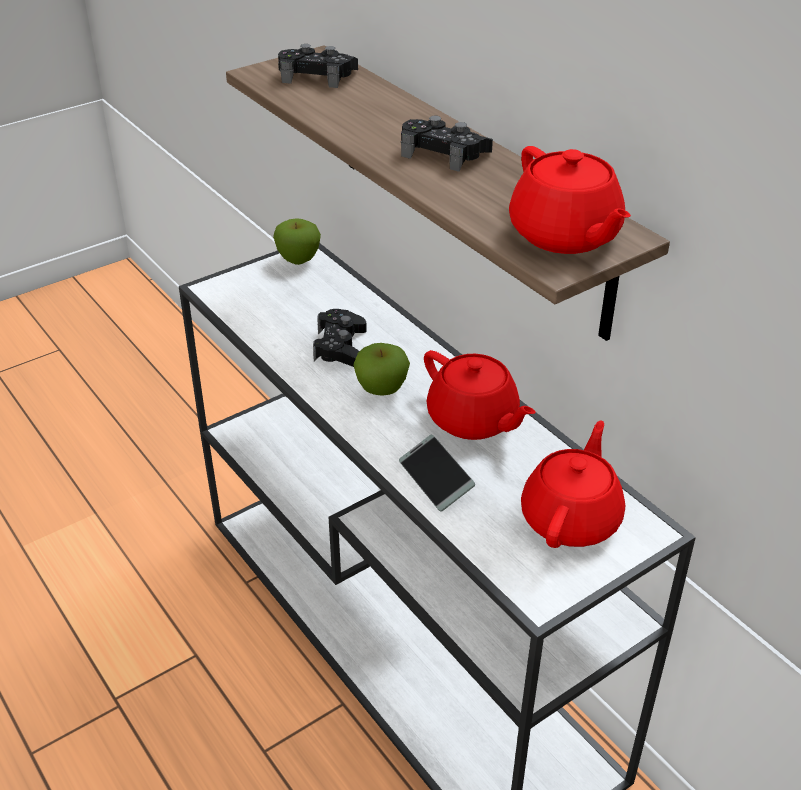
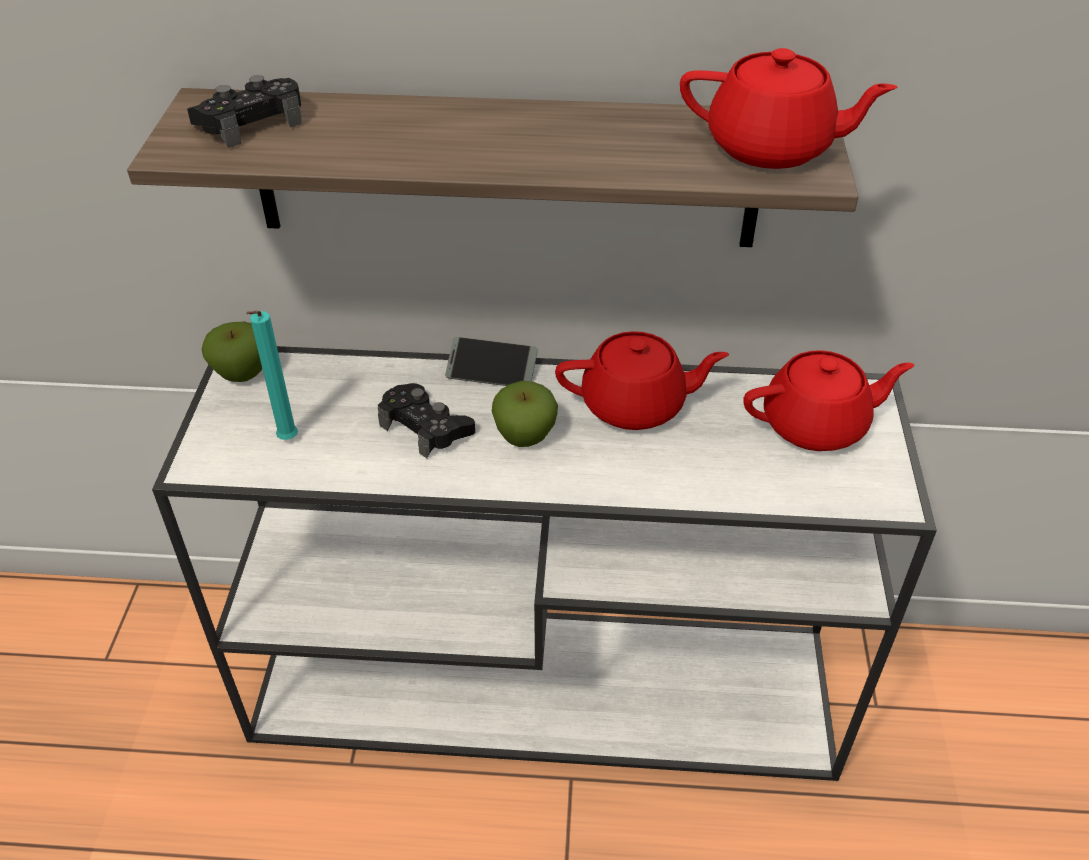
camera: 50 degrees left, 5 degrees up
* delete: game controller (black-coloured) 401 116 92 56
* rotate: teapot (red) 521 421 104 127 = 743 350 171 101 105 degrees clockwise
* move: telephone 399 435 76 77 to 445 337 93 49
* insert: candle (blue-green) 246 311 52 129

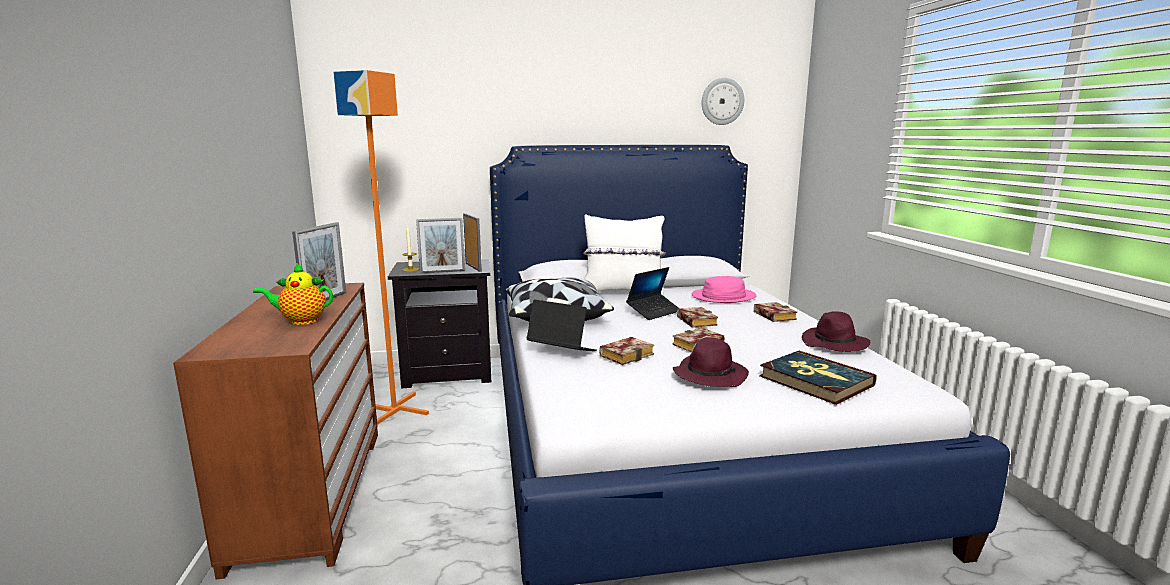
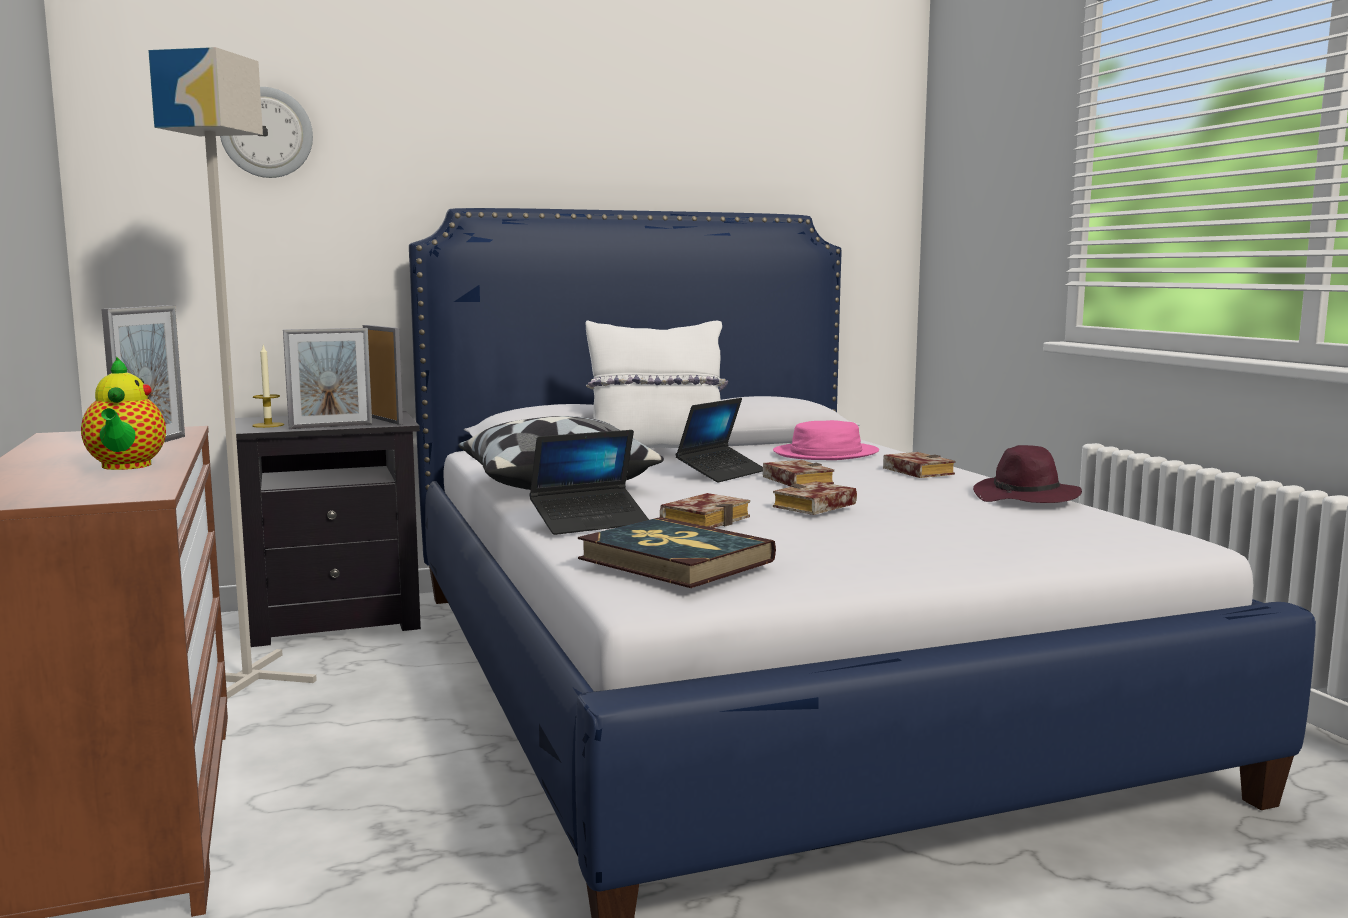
camera: 10 degrees left, 5 degrees down
* recolor: floor lamp (orange) 333 70 96 355 to floor lamp (gray) 148 47 169 652
* move: wall clock 702 78 42 47 to 220 87 93 91
* rotate: teapot 253 263 80 62 = 81 356 85 114 90 degrees counterclockwise
* rotate: portable computer 526 299 71 52 = 529 430 120 105 135 degrees clockwise
* delete: wearable hat (purple) 673 337 76 50
* move: bound book 759 351 117 54 to 578 517 198 71

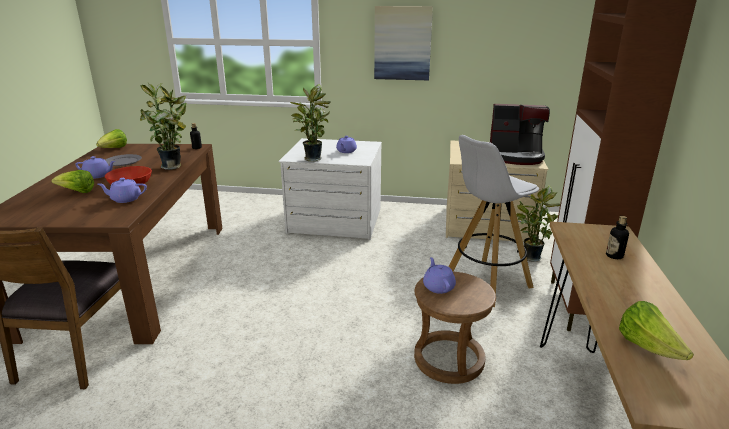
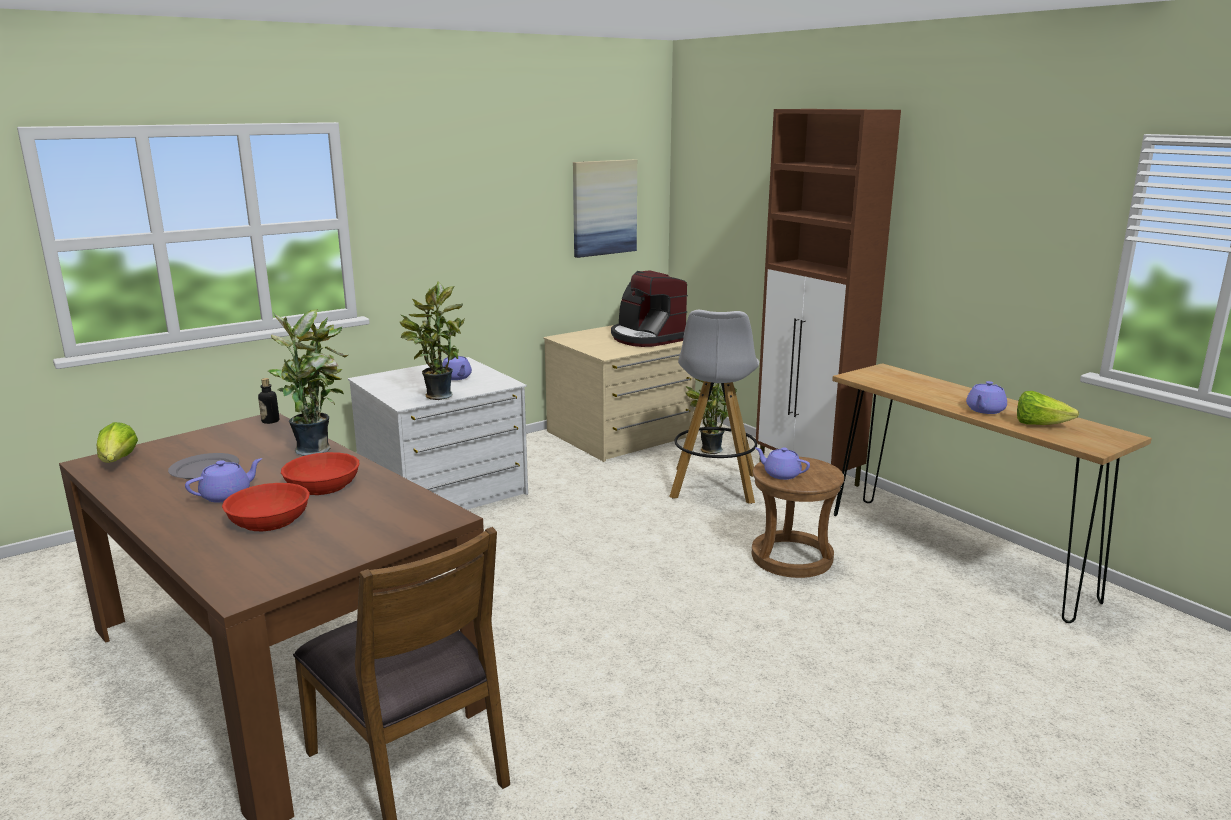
camera: 45 degrees left, 5 degrees down
* move: picture 374 6 59 74 to 573 159 64 99
* rotate: coffee maker 490 104 60 61 = 611 270 77 77 90 degrees clockwise
* replace: head of lettuce 51 170 43 23 to serving bowl (red) 222 483 88 48
* move: teapot (purple) 98 178 49 25 to 966 381 41 33
* delete: bottle 606 216 23 43

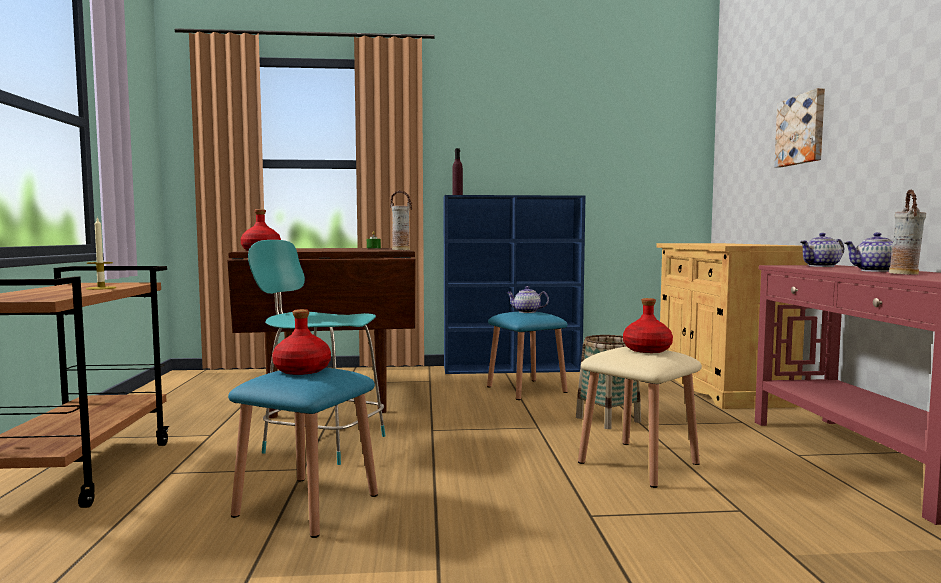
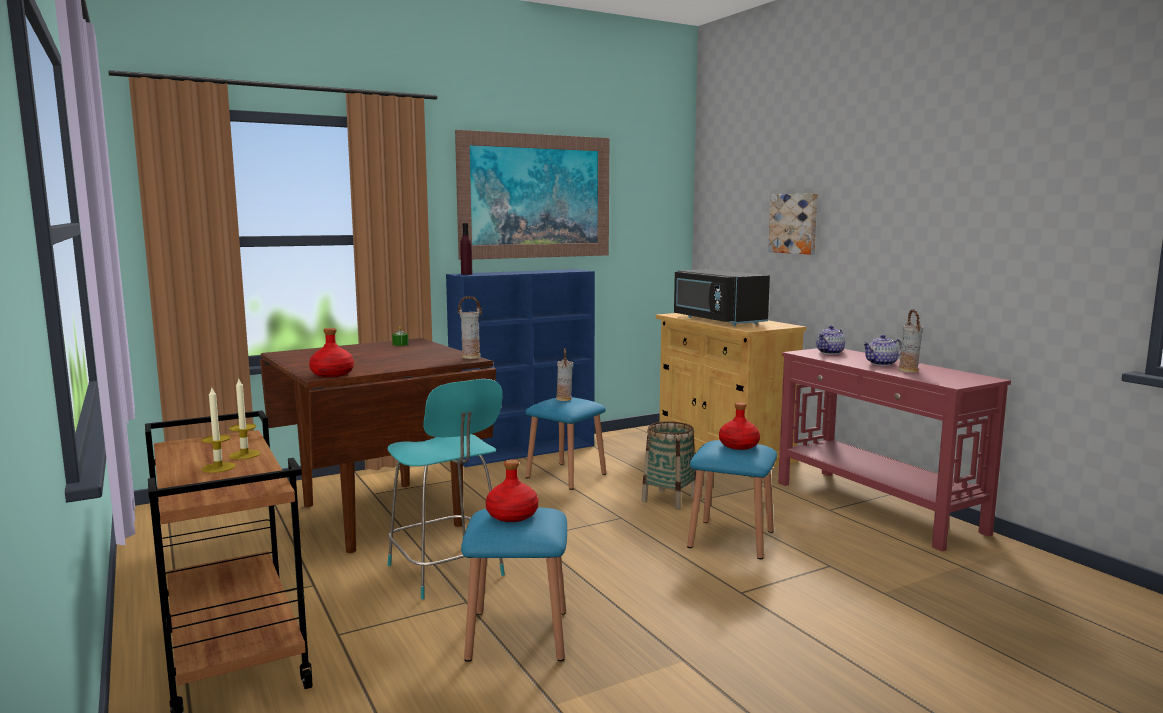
camera: 25 degrees left, 5 degrees up
* rotate: plain chair (blue-green) 248 240 137 225 = 387 379 118 220 120 degrees counterclockwise
* replace: teapot 506 286 43 27 to flower vase 556 348 17 53
* recolor: stool (sand-coloured) 578 347 124 141 to stool (blue-coloured) 687 440 90 119
* insert: picture 455 130 154 130
* insert: microwave oven (black-coloured) 674 269 96 57
* insert: candle 202 388 34 85

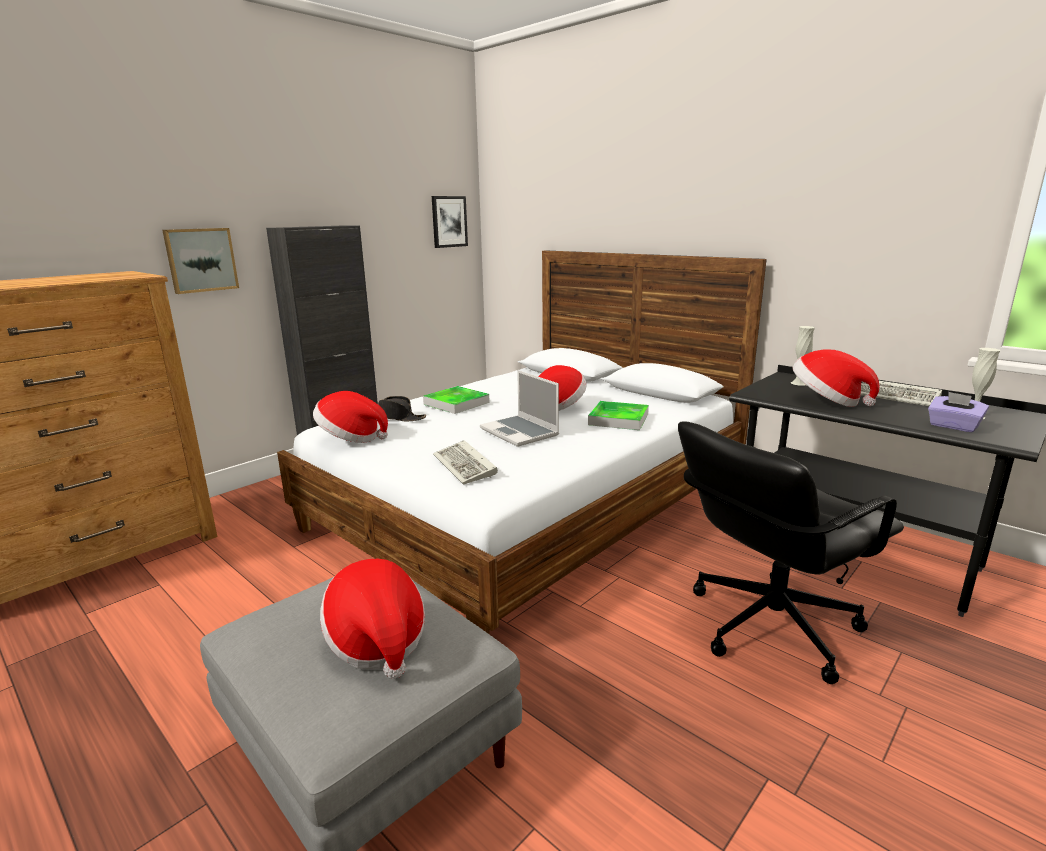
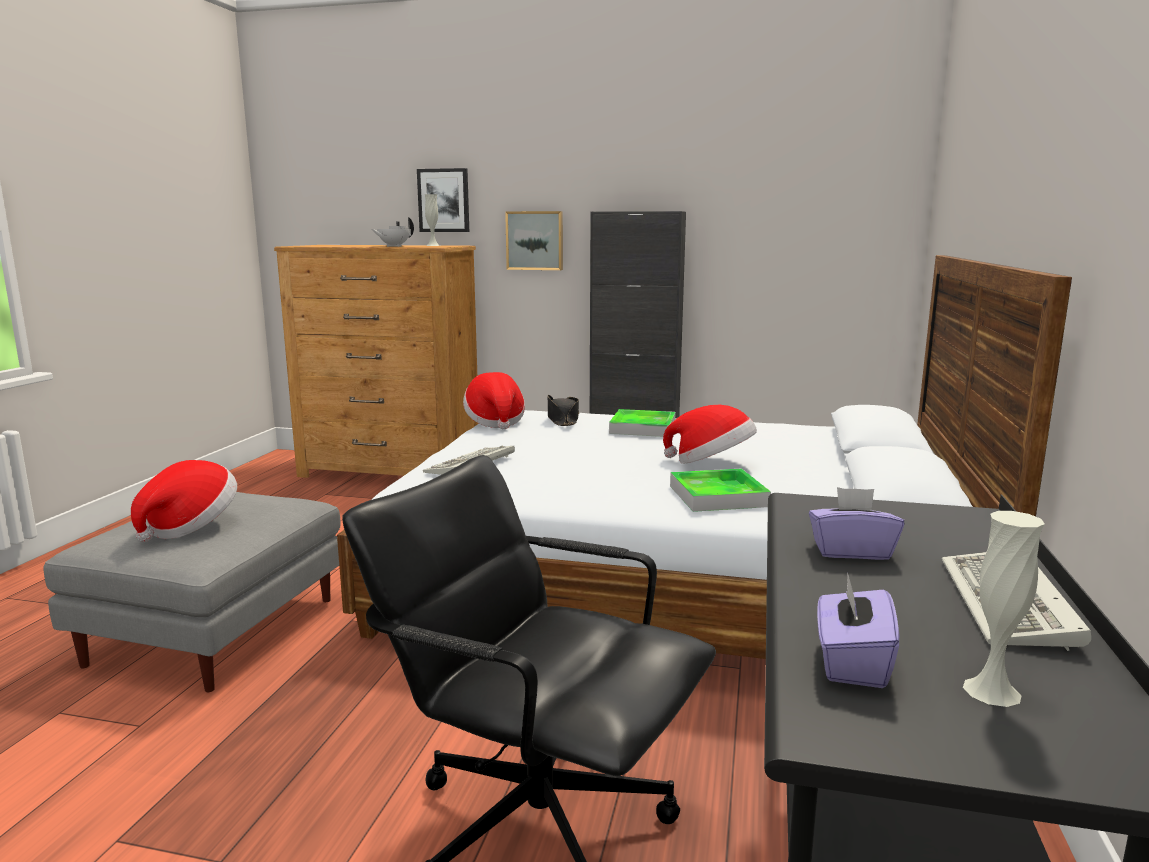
camera: 60 degrees right, 5 degrees down
* move: picture 432 196 36 52 to 417 168 52 64
* move: flower vase (whitish) 791 326 24 60 to 425 194 15 52
* replace: wearable hat 793 349 87 58 to box of tissues (purple) 809 487 95 73
* delete: portable computer 480 370 79 77
* insert: teapot (whitish) 371 217 43 30

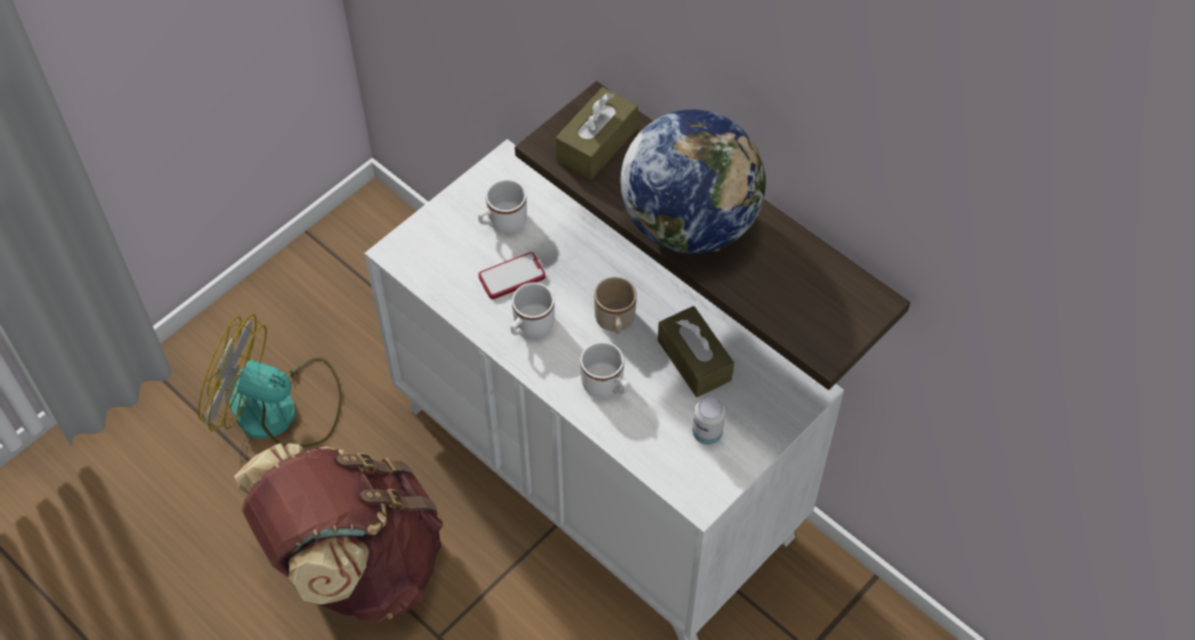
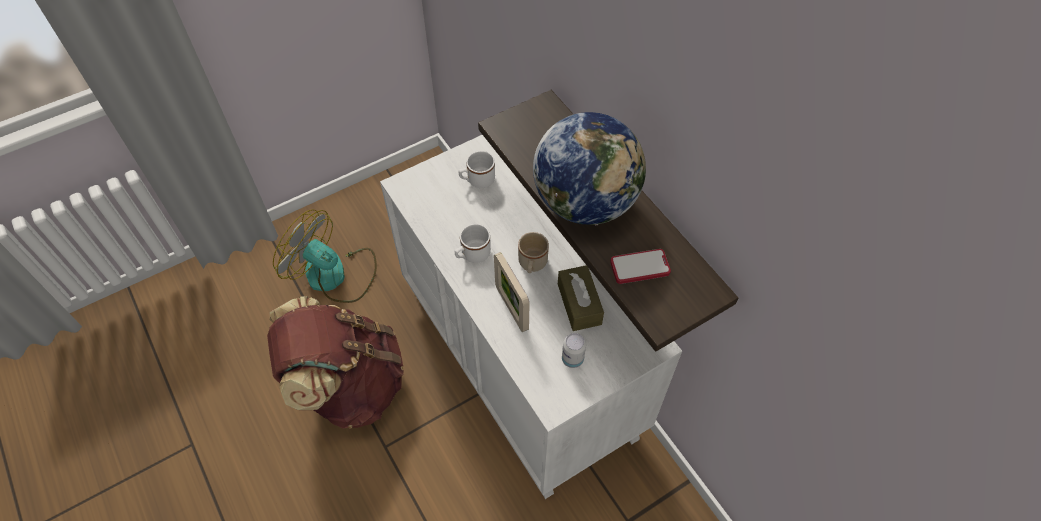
camera: 15 degrees right, 0 degrees up
* delete: box of tissues (brown) 555 87 83 93
* move: telephone 479 252 66 47 to 610 249 61 35
* replace: tea mug (whitish) 580 342 48 56 to photo frame 494 252 36 80

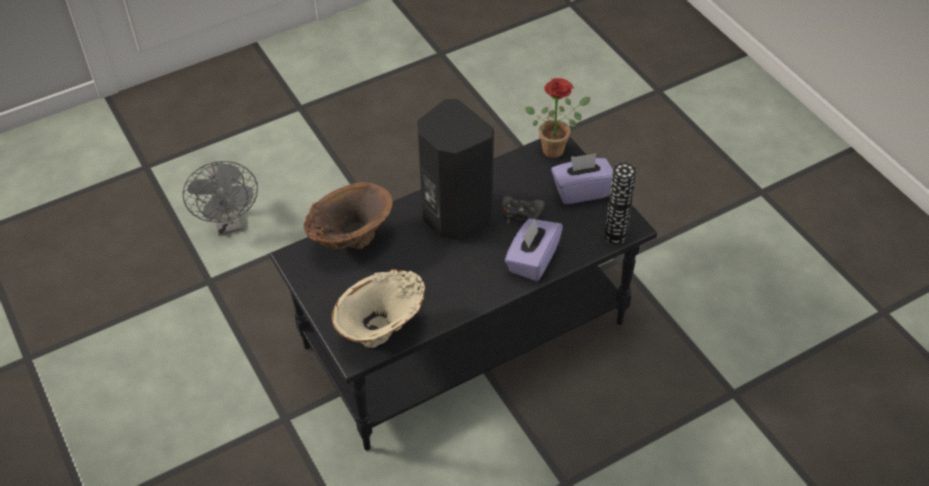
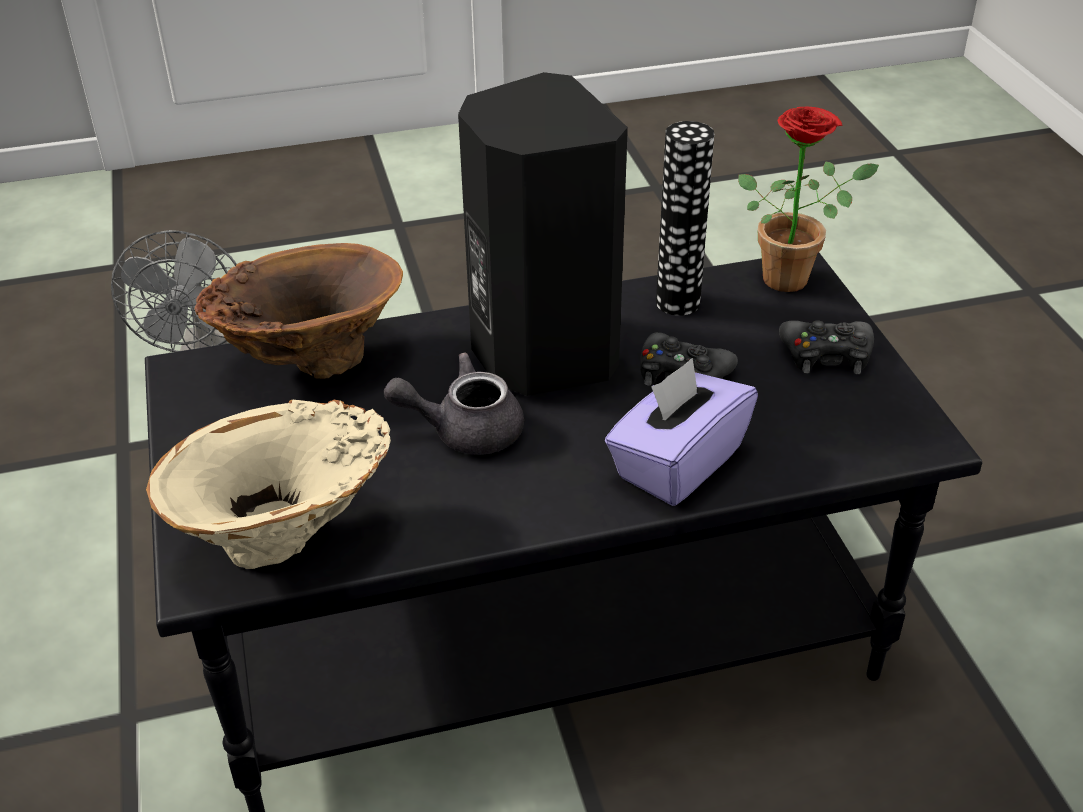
camera: 15 degrees right, 10 degrees down
* replace: box of tissues (purple) 551 153 62 51 to game controller (black-coloured) 779 320 95 54
* move: flower vase 605 162 32 82 to 656 121 58 195
* insert: teapot (gray) 384 352 140 103

